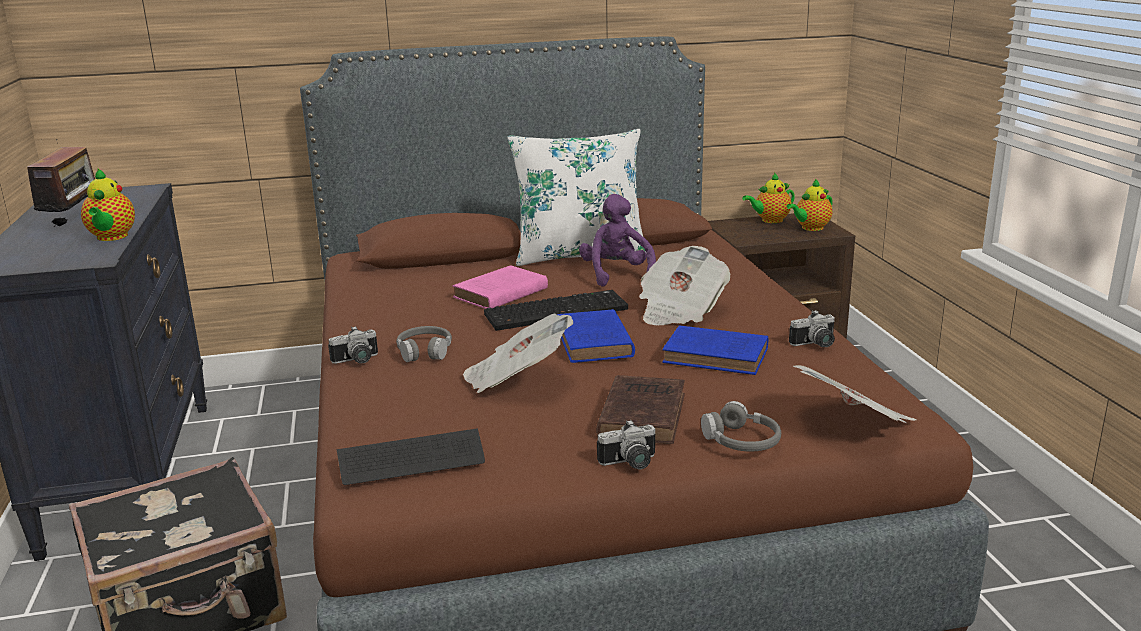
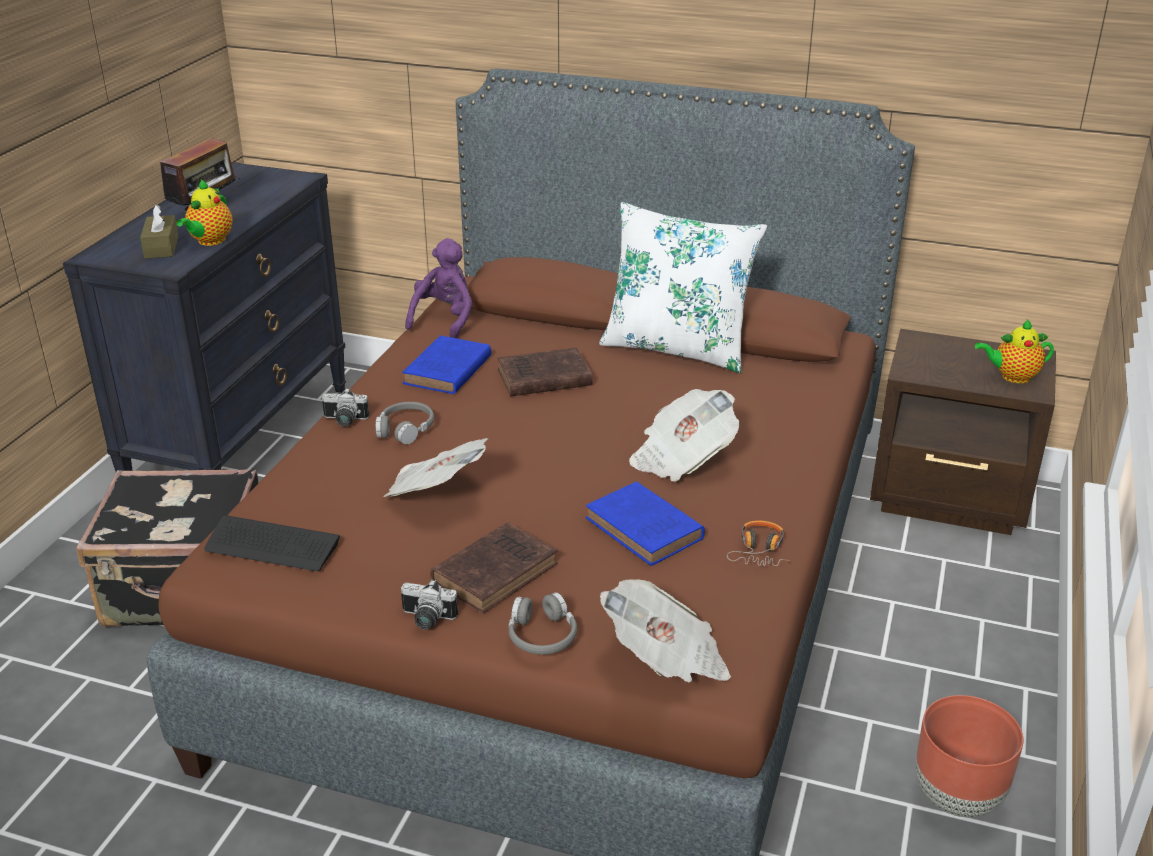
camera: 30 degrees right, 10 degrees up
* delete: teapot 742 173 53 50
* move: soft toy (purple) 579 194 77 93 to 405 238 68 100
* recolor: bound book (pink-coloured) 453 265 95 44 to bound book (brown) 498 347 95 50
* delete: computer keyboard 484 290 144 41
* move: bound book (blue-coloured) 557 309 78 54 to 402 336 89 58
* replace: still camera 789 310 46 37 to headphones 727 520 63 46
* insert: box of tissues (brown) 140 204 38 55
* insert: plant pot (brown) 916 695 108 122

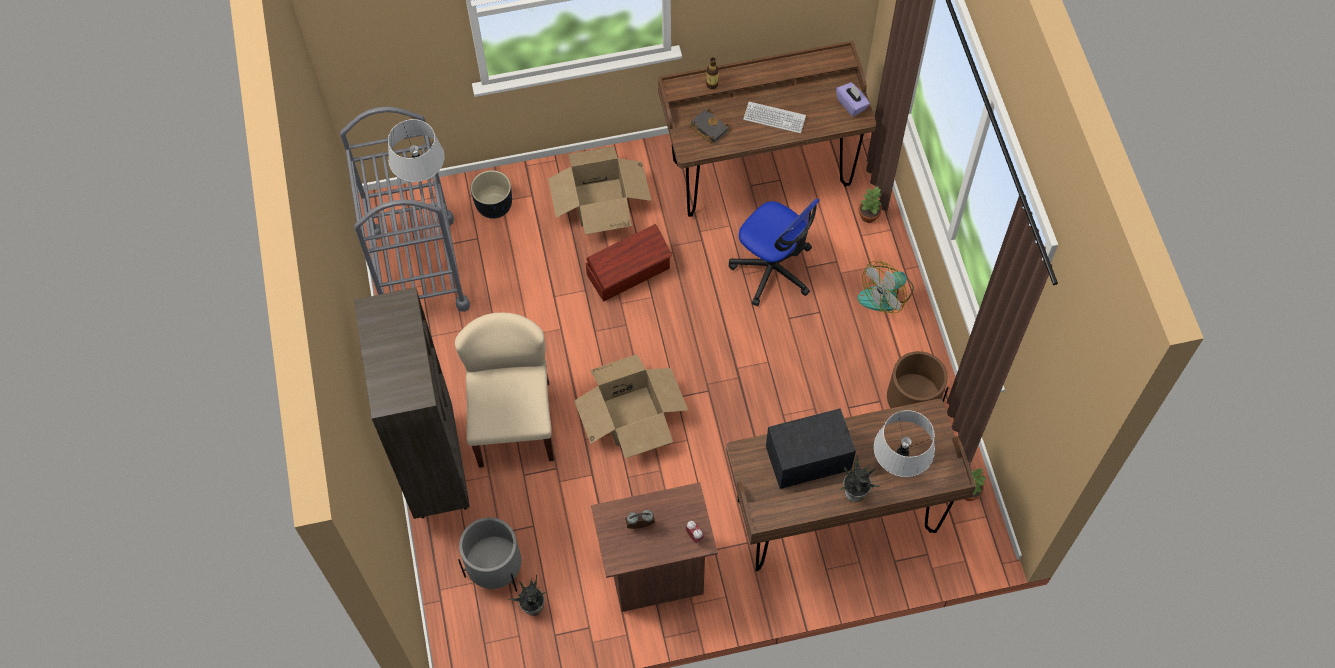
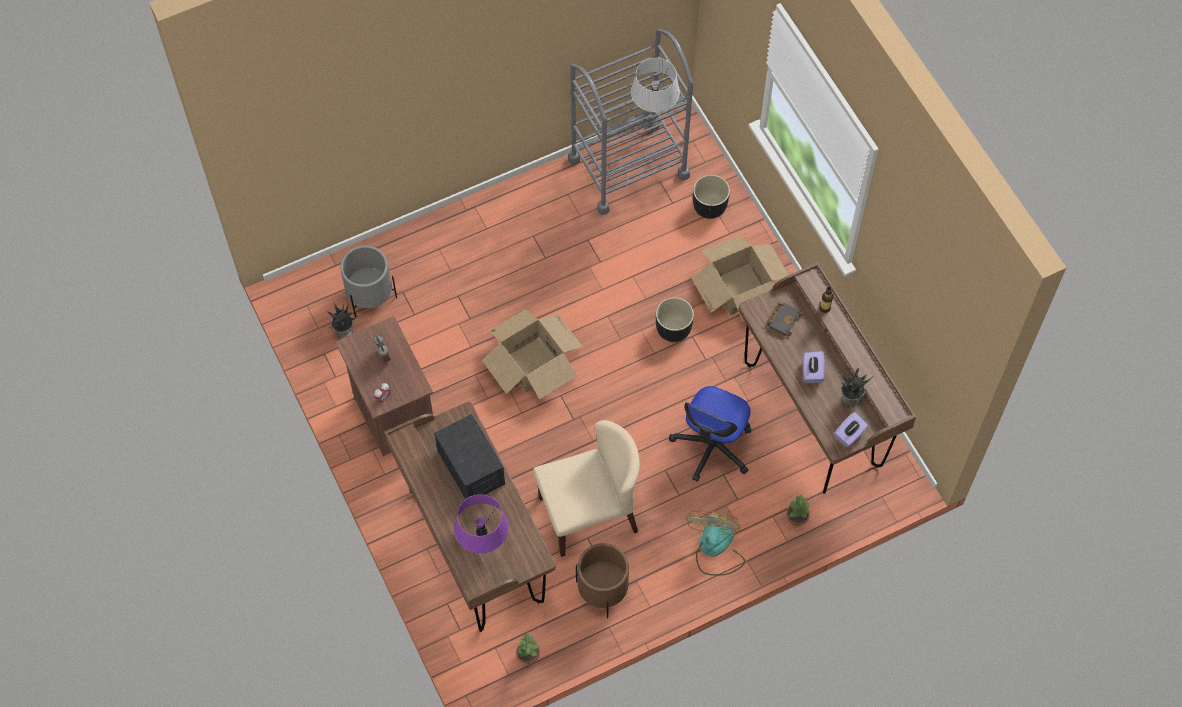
camera: 75 degrees right, 0 degrees up
* replace: computer keyboard 743 102 63 31 to box of tissues (purple) 803 351 22 32
* replace: storage bin (brown) 586 224 86 77 to plant pot (black-coloured) 656 297 38 45
* rotate: cooling fan 857 261 57 52 = 686 511 59 65 60 degrees clockwise
* delete: bookcase (brown) 354 288 116 231
* move: plain chair (sand-coloured) 455 313 99 155 to 533 420 107 137
* recolor: tabletop lamp (gray) 874 410 61 67 to tabletop lamp (purple) 454 494 55 60
* move: plant in a pot 840 455 39 47 to 839 368 34 39

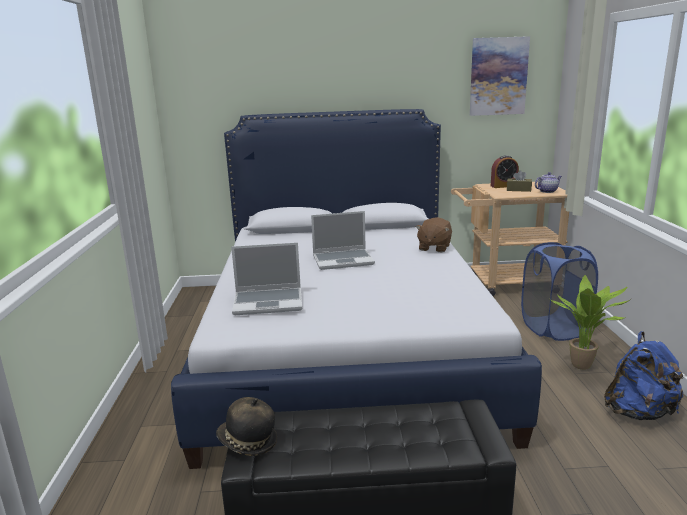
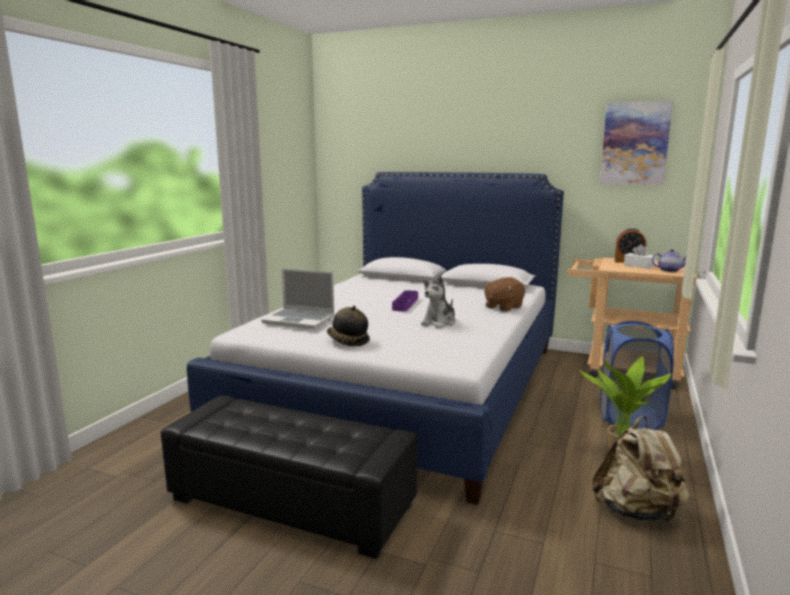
camera: 25 degrees right, 5 degrees down
* recolor: box of tissues (brown) 507 170 25 22 to box of tissues (whitish) 624 244 32 25
* replace: portable computer 311 211 64 59 to tray (purple) 392 290 26 21
* recolor: rucksack (blue-coloured) 604 331 81 89 to rucksack (sand-coloured) 592 416 97 107
* move: wearable hat 216 397 61 59 to 327 306 43 40
* insert: soft toy 421 275 35 53

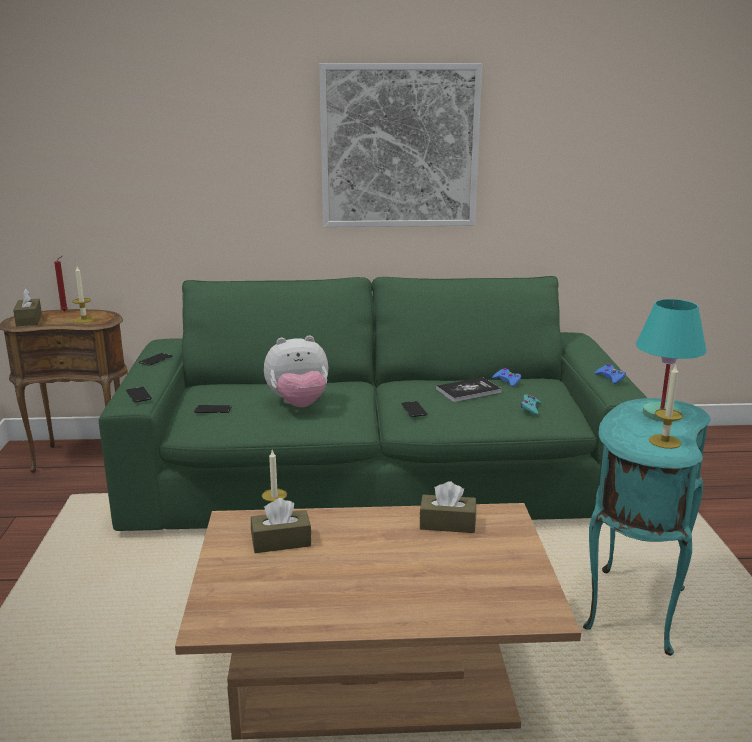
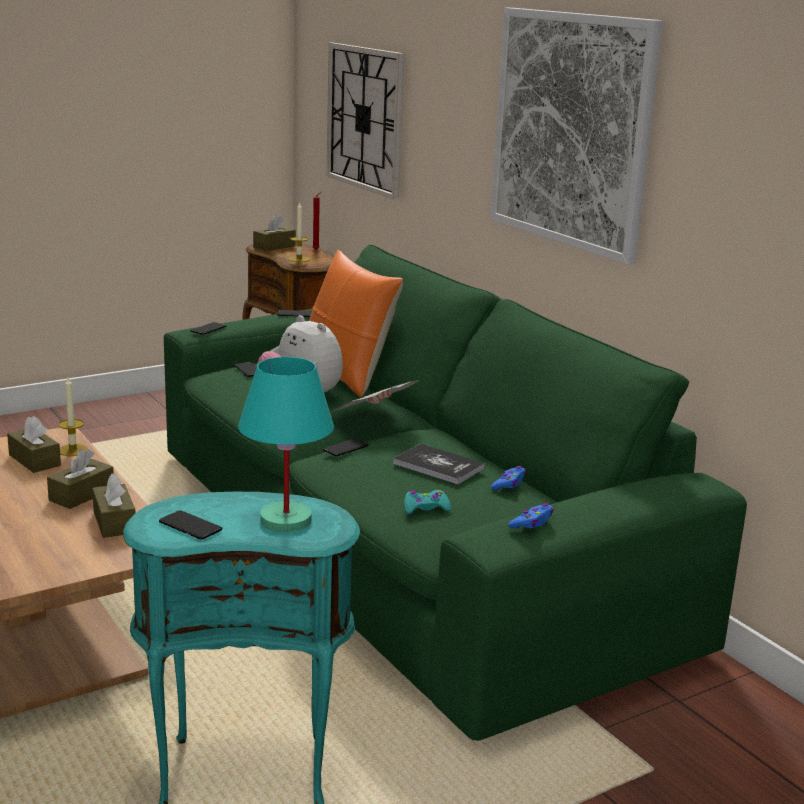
camera: 60 degrees right, 0 degrees up
* replace: candle 649 365 34 84 to telephone 159 510 63 29
* insert: wall clock 327 43 77 156
* insert: cushion (orange) 309 250 94 147
* insert: daily paper 330 380 89 32
* insert: box of tissues (brown) 47 449 67 60

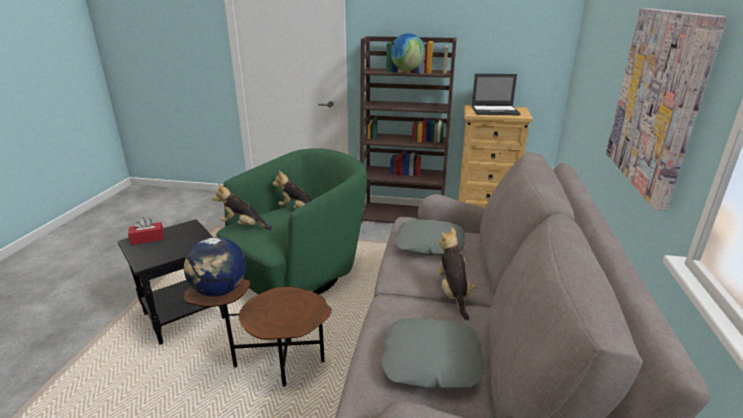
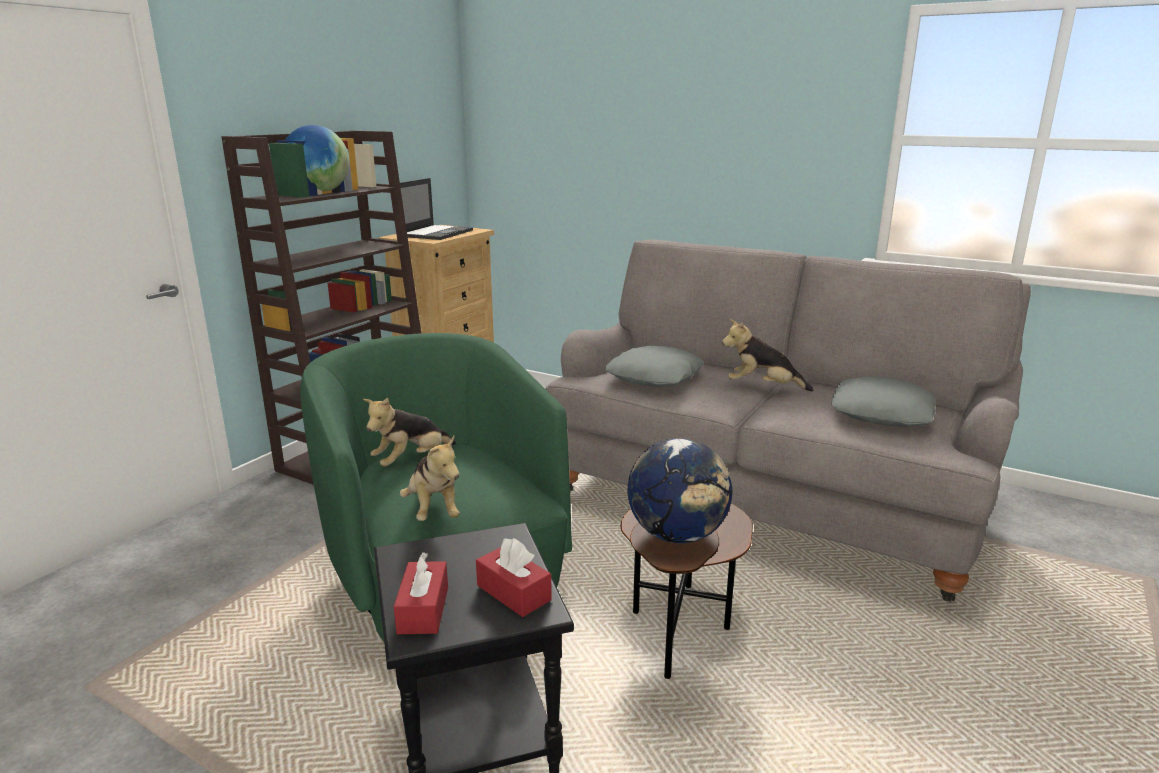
camera: 70 degrees left, 5 degrees down
* delete: picture 606 8 121 203
* rotate: soft toy 213 183 60 47 = 400 436 60 85 60 degrees counterclockwise
* insert: box of tissues (red) 476 538 76 79

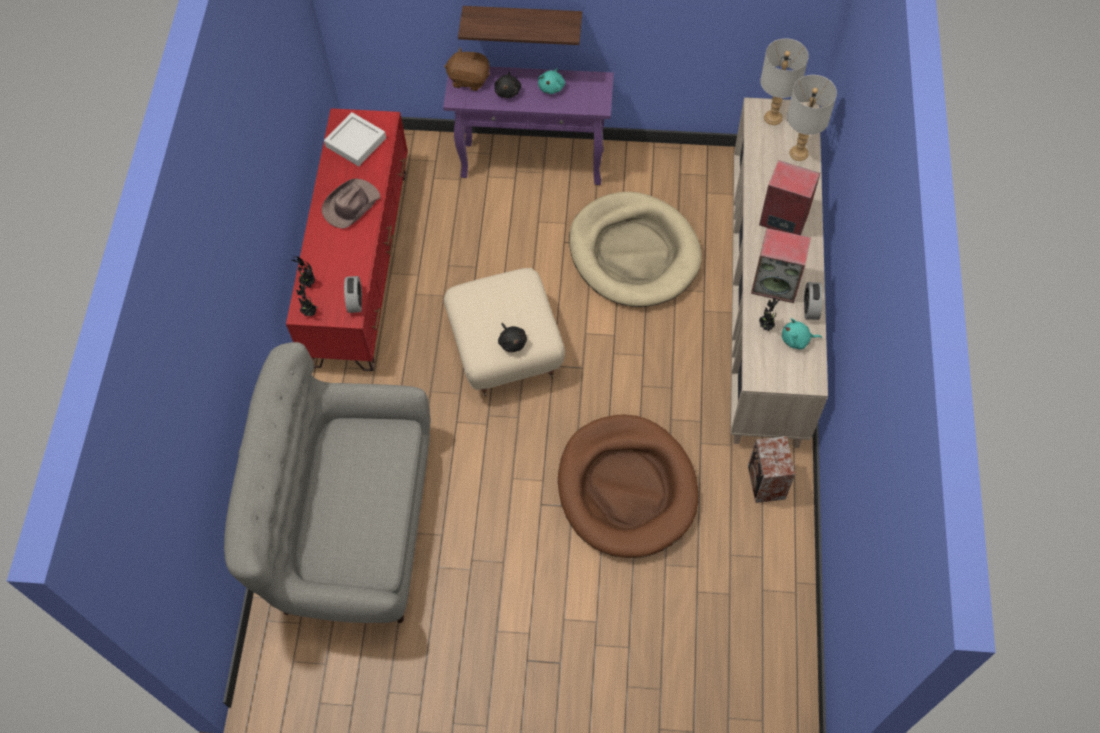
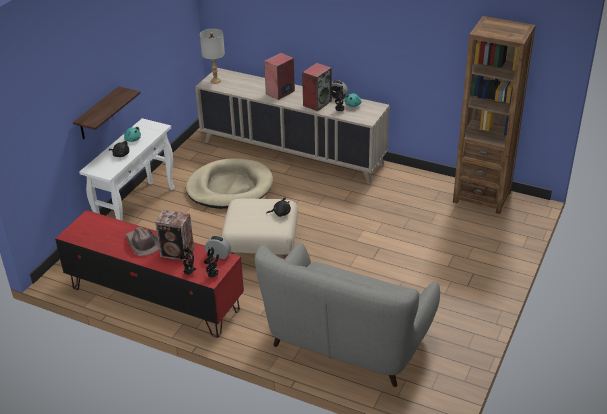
camera: 70 degrees left, 25 degrees down
* delete: soft toy (brown) 444 48 46 43
* recolor: narrow table (purple) 443 67 171 118 to narrow table (whitish) 79 118 96 103
* delete: tabletop lamp (gray) 787 75 50 86
* delete: tray (gray) 324 112 62 54
* delete: dog cushion (brown) 558 414 141 144
* move: loudspeaker 748 436 47 67 to 155 210 39 51
* insert: bookcase (brown) 453 16 83 198

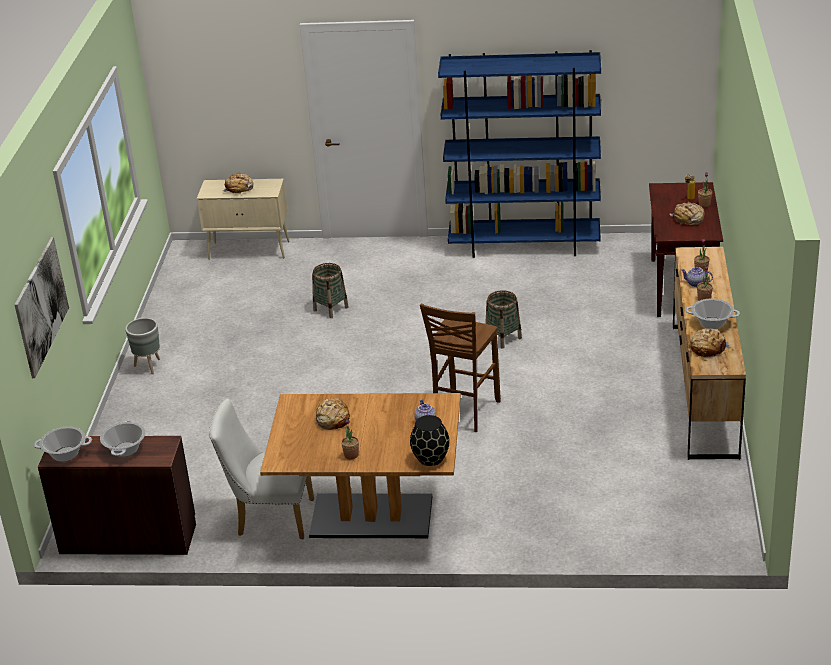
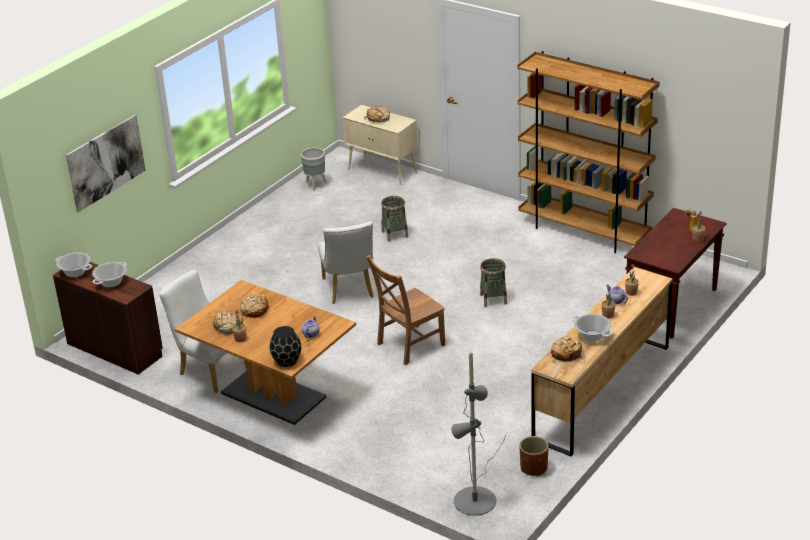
camera: 30 degrees right, 0 degrees up
* recolor: bookcase (blue-coloured) 438 50 163 208 to bookcase (brown) 517 51 142 202
* move: bread 670 202 35 23 to 212 310 31 24
* replace: stool (brown) 420 304 81 128 to plain chair (brown) 366 255 79 110
* move: plant pot (gray) 125 318 35 56 to 301 148 26 43
* insert: plain chair (whitish) 318 222 56 82
* insert: floor lamp (gray) 451 352 55 164
* insert: plant pot (brown) 519 436 30 40

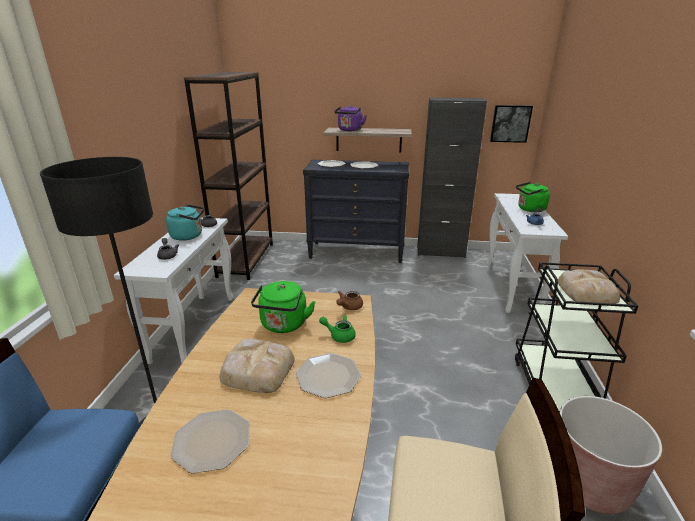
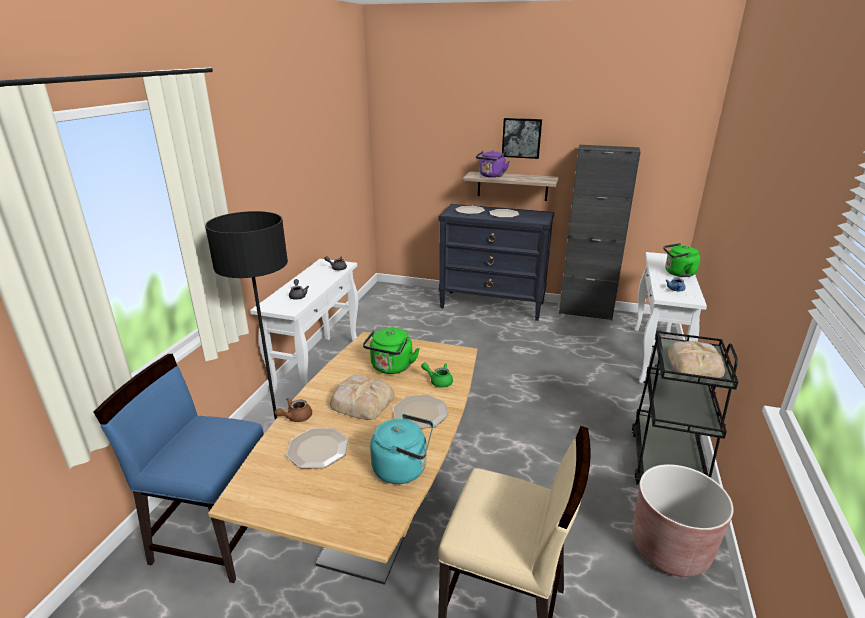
camera: 10 degrees right, 0 degrees up
* delete: bookcase (brown) 184 72 89 208
* move: picture 490 105 43 38 to 502 118 40 41
* move: water kettle (blue-green) 166 204 38 37 to 370 414 63 70
* move: teapot (brown) 336 291 27 19 to 275 398 37 24

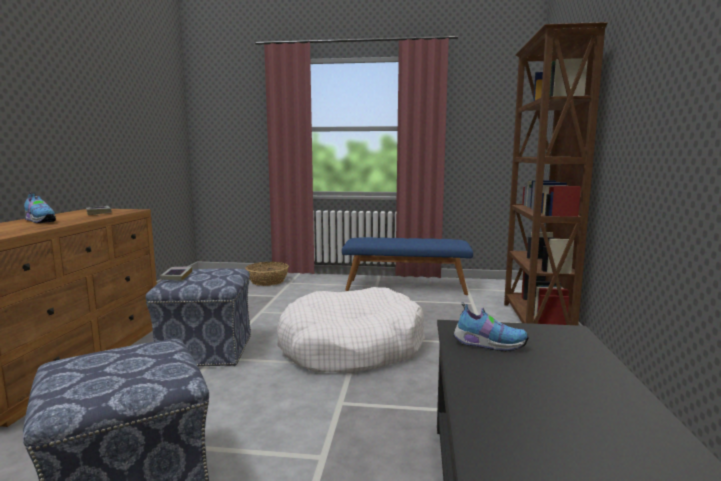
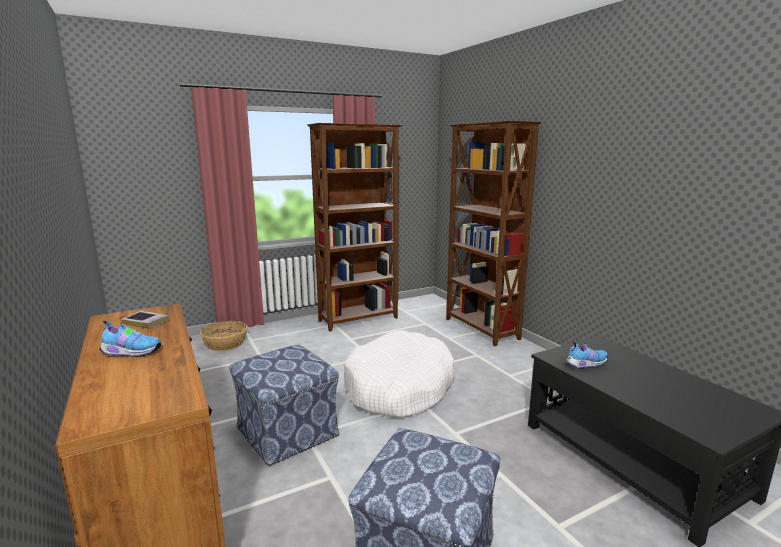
camera: 35 degrees left, 5 degrees up
* replace: bench (blue-coloured) 342 237 131 58 to bookcase (brown) 307 123 95 209
* delete: bound book 160 266 32 15

